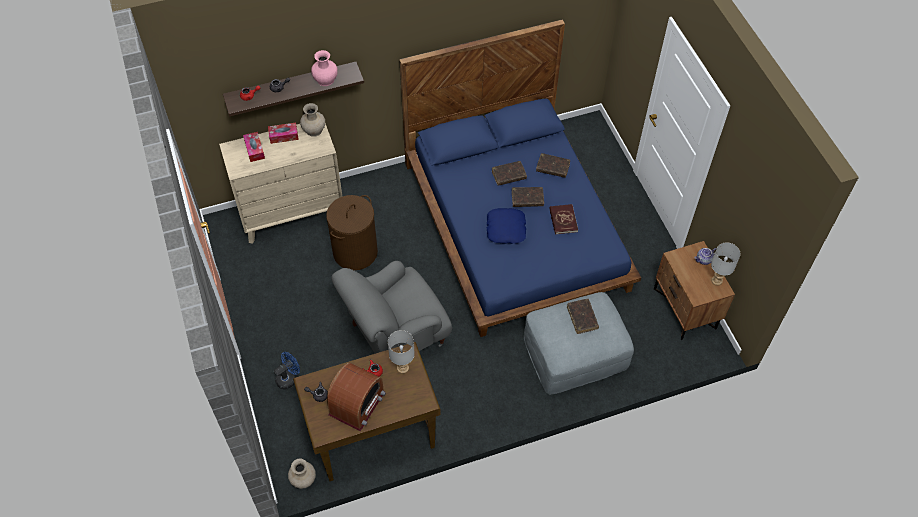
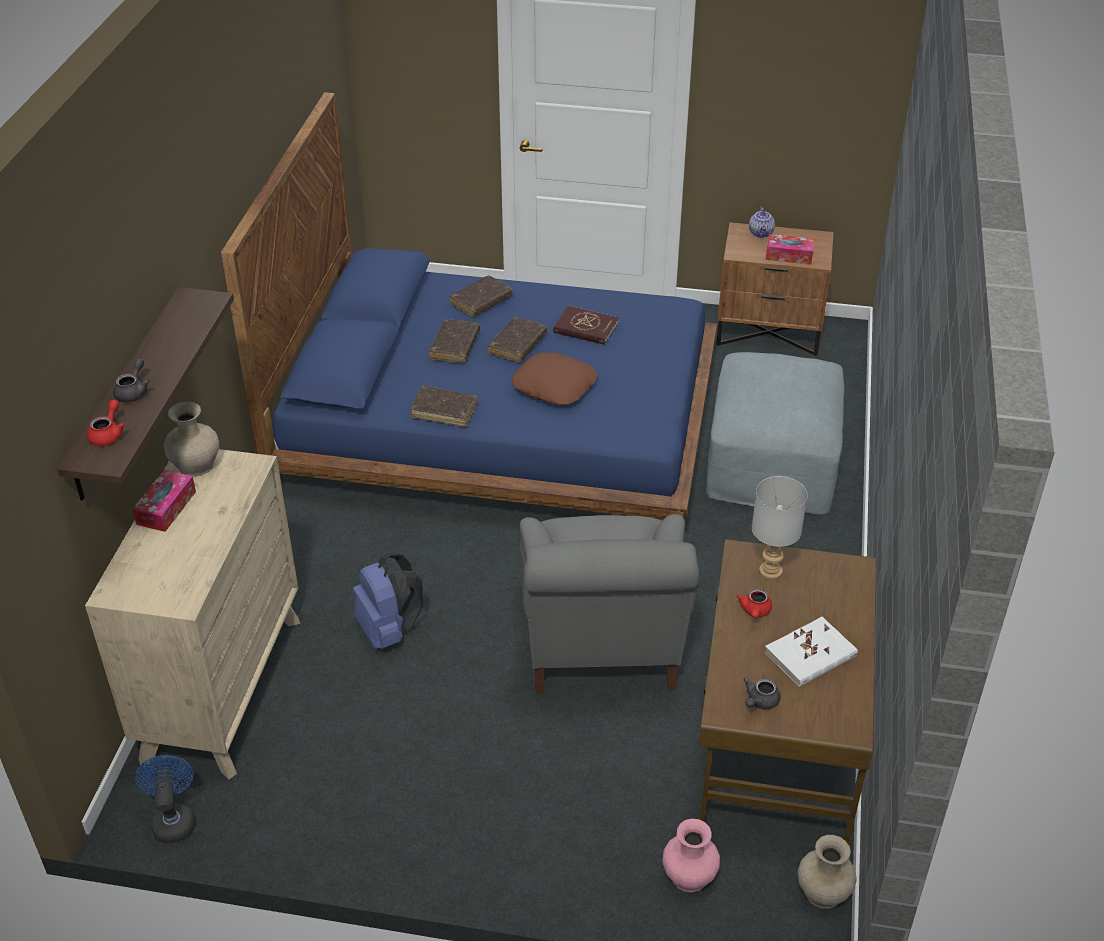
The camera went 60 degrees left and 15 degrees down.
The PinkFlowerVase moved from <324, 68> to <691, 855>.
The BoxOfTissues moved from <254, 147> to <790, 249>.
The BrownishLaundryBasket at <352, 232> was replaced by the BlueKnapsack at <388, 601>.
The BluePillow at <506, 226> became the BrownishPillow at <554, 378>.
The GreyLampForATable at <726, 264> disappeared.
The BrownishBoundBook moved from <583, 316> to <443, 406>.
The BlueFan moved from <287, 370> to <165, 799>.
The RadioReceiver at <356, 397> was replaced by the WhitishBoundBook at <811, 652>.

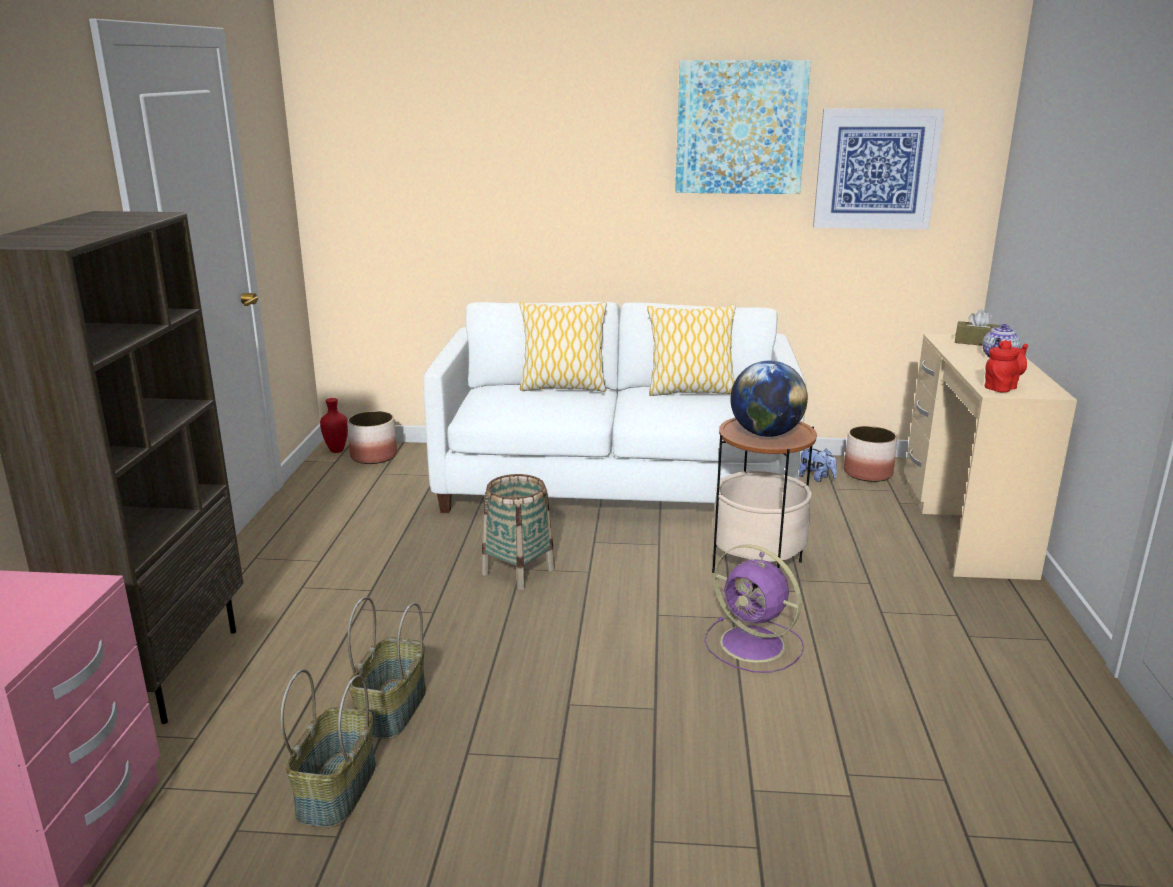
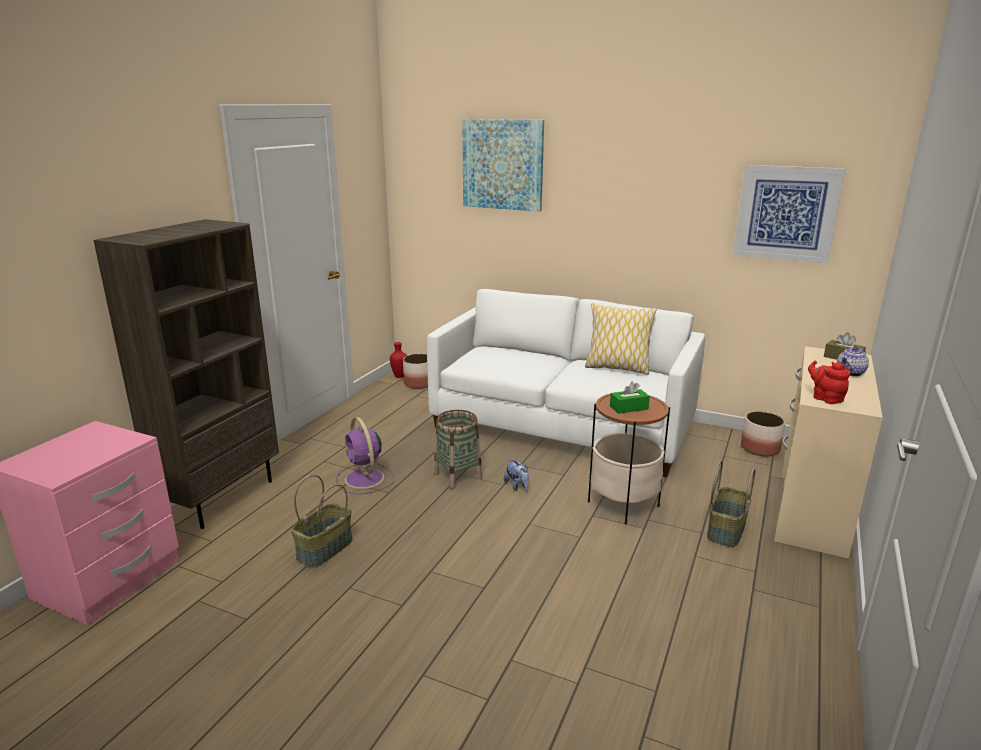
The camera went 20 degrees right and 0 degrees up.
The WallArt moved from <743, 127> to <503, 165>.
The Pillow at <563, 347> disappeared.
The RedTeapot at <1006, 366> turned 105 degrees counterclockwise.
The DeskGlobe at <769, 399> was replaced by the GreenColouredBoxOfTissues at <630, 398>.
The SoftToy moved from <818, 465> to <516, 475>.
The PurpleFan moved from <754, 608> to <365, 455>.
The HouseholdBasket moved from <328, 748> to <731, 503>.

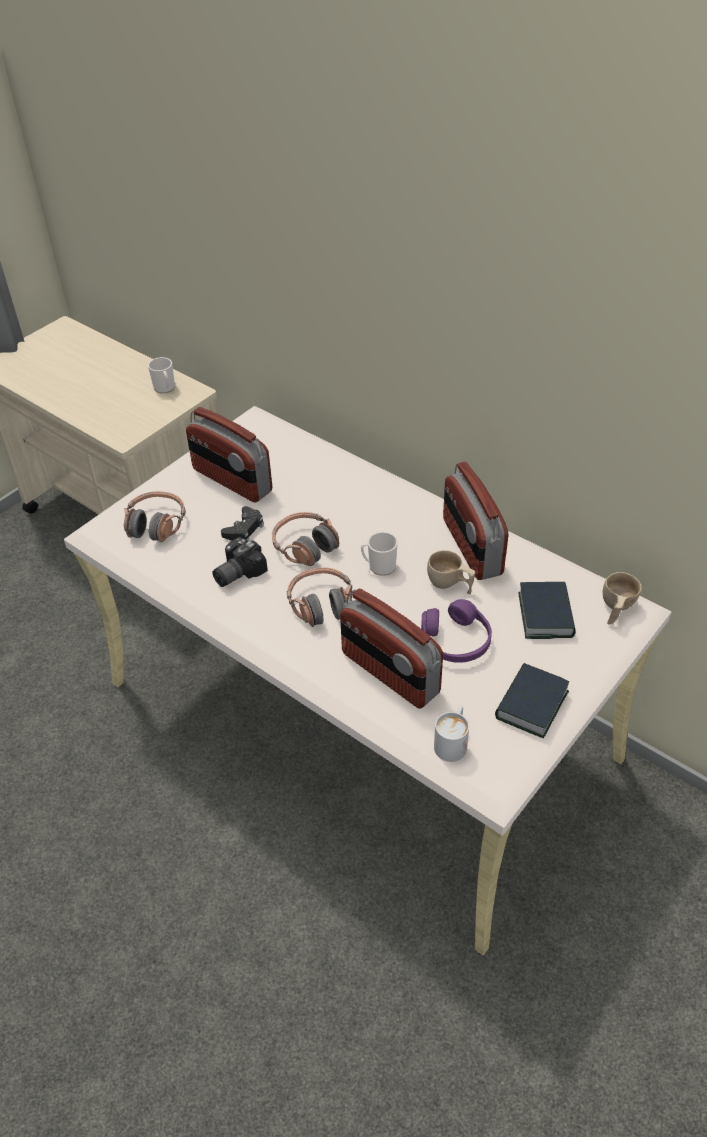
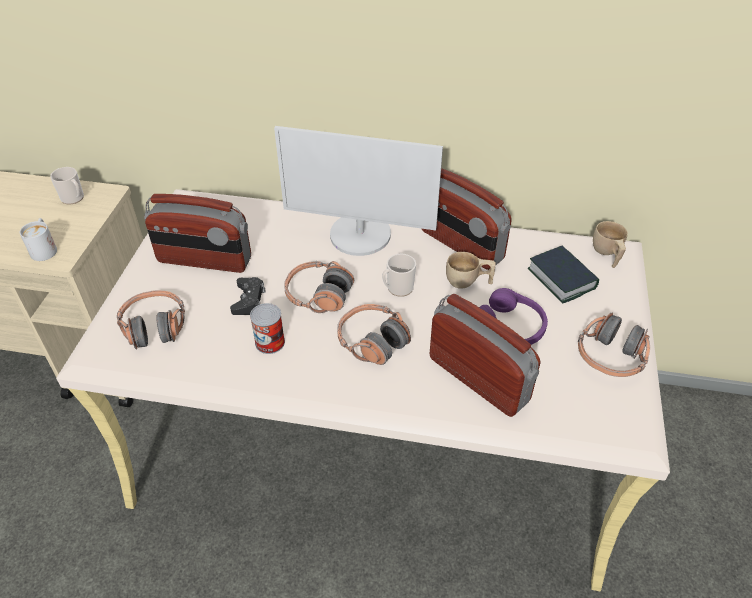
The camera went 30 degrees left and 0 degrees up.
The StillCamera at <240, 562> was replaced by the MetalCan at <267, 328>.
The RadioReceiver at <391, 649> turned 150 degrees counterclockwise.
The BoundBook at <532, 700> was replaced by the PairOfHeadphones at <614, 345>.
The WhitishTeaMug moved from <451, 734> to <38, 239>.
The Monitor at <358, 191> appeared.

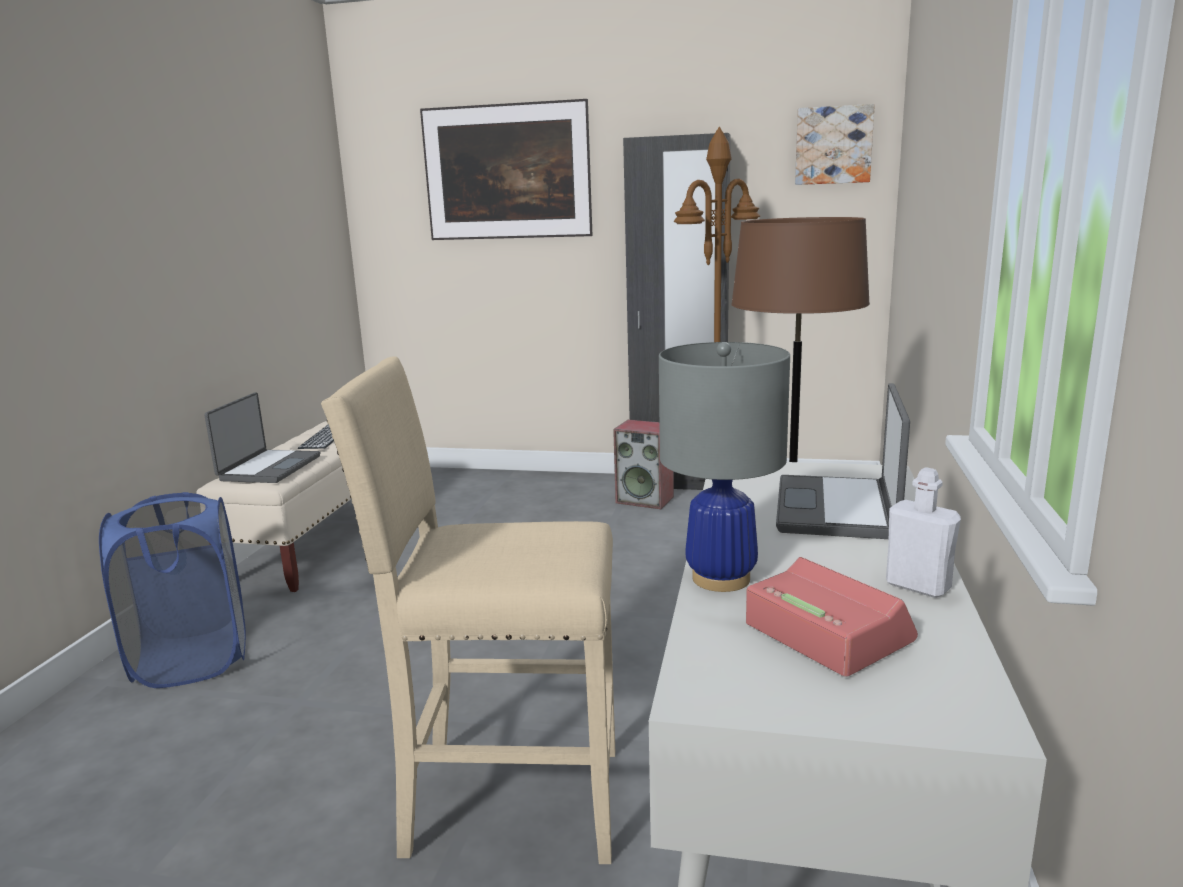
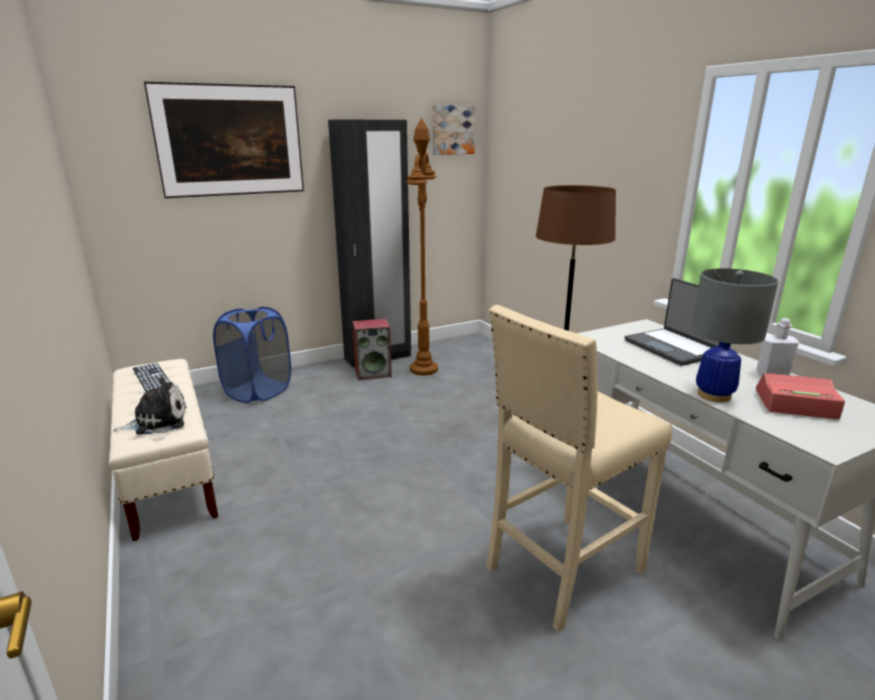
The camera went 40 degrees left and 5 degrees up.
The Laptop at <262, 437> was replaced by the SoftToy at <149, 406>.
The BlueLaundryBasket moved from <172, 590> to <252, 355>.

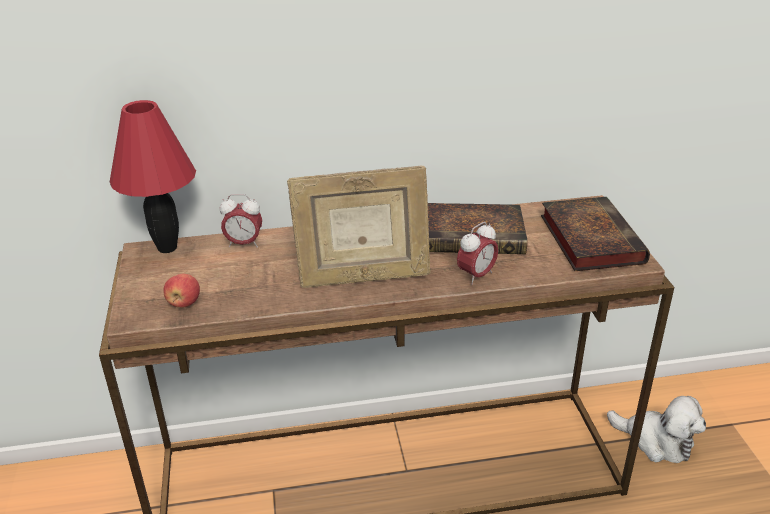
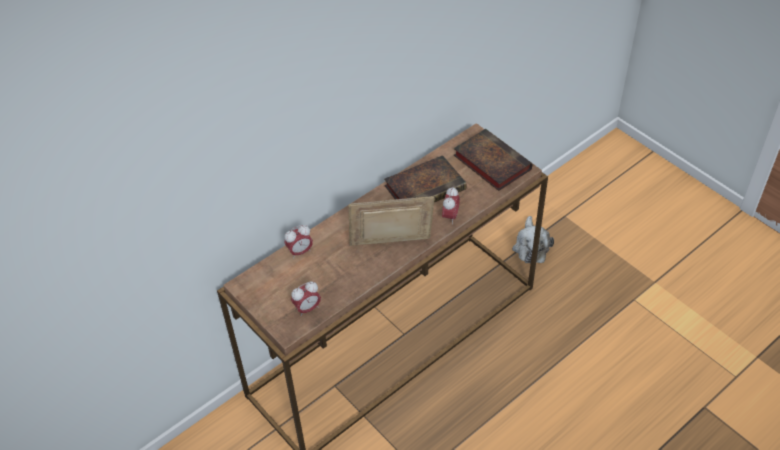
The camera went 30 degrees left and 15 degrees up.
The RedLampForATable at <153, 176> disappeared.
The PictureFrame at <359, 227> turned 150 degrees counterclockwise.
The Apple at <181, 291> was replaced by the TableClock at <306, 298>.
The SoftToy at <656, 429> turned 90 degrees clockwise.

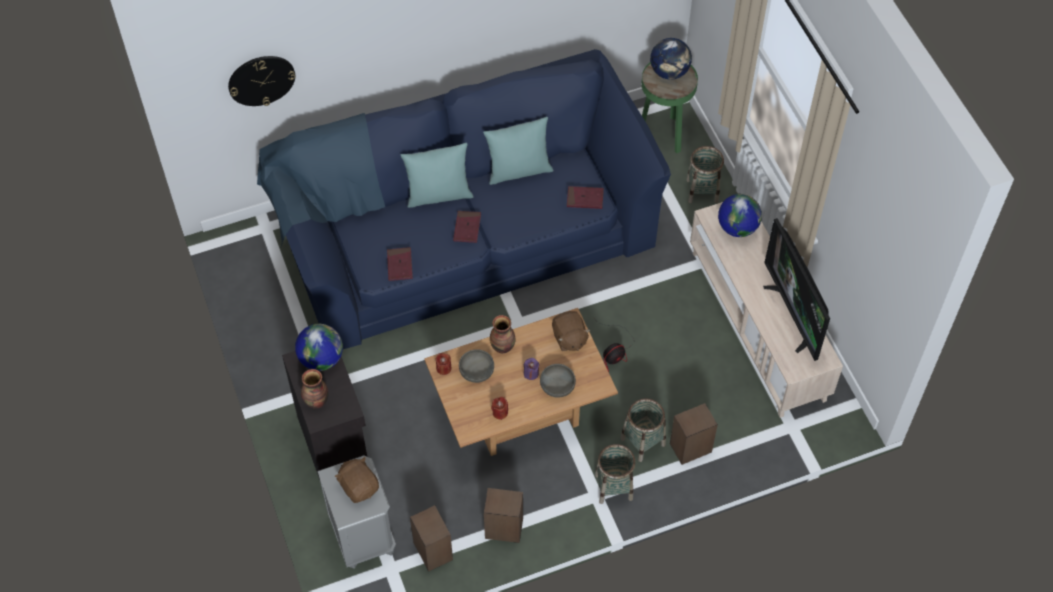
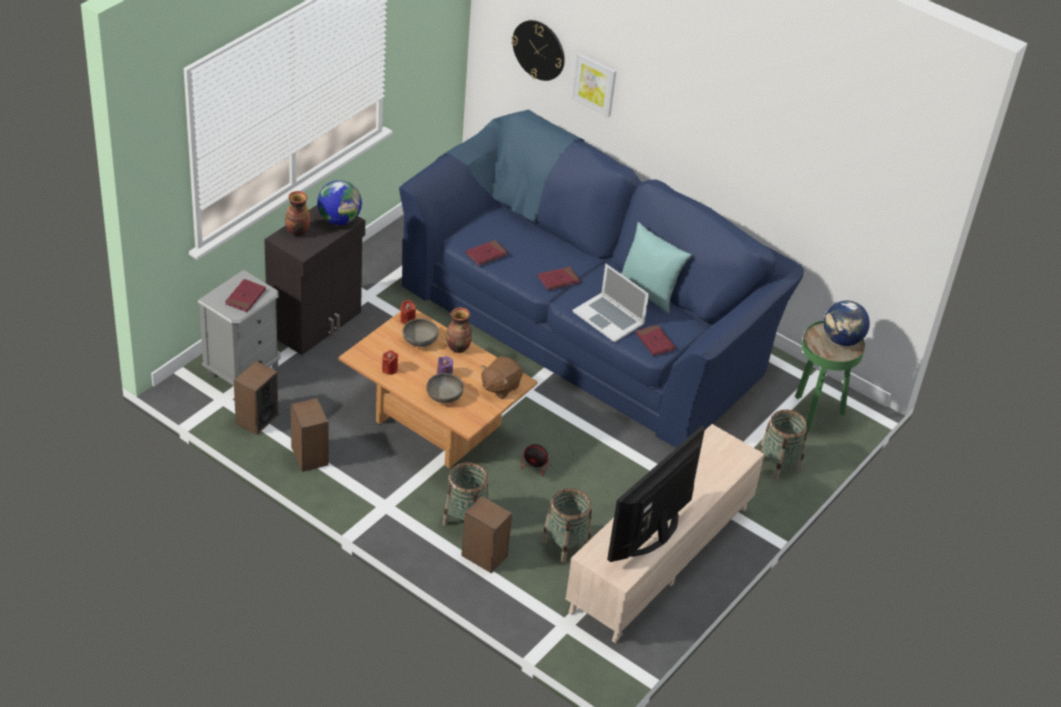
The camera went 55 degrees right and 15 degrees down.
The TurquoisePillow at <437, 175> disappeared.
The DeskGlobe at <740, 215> disappeared.
The HouseholdBasket moved from <615, 474> to <566, 525>.
The BrownishSoftToy at <356, 480> was replaced by the RedBoundBook at <245, 295>.
The WallArt at <593, 84> appeared.
The Laptop at <610, 303> appeared.

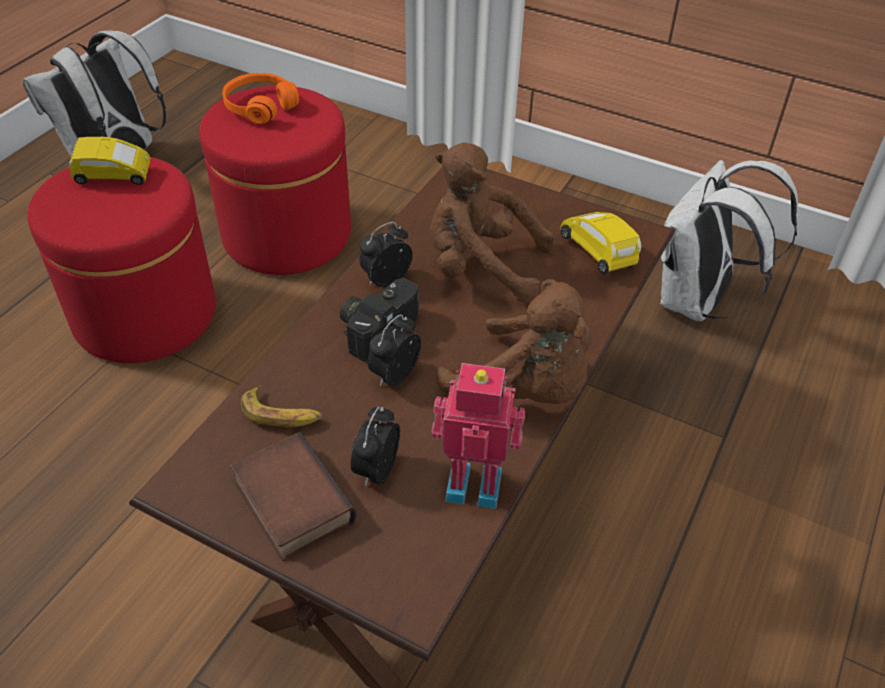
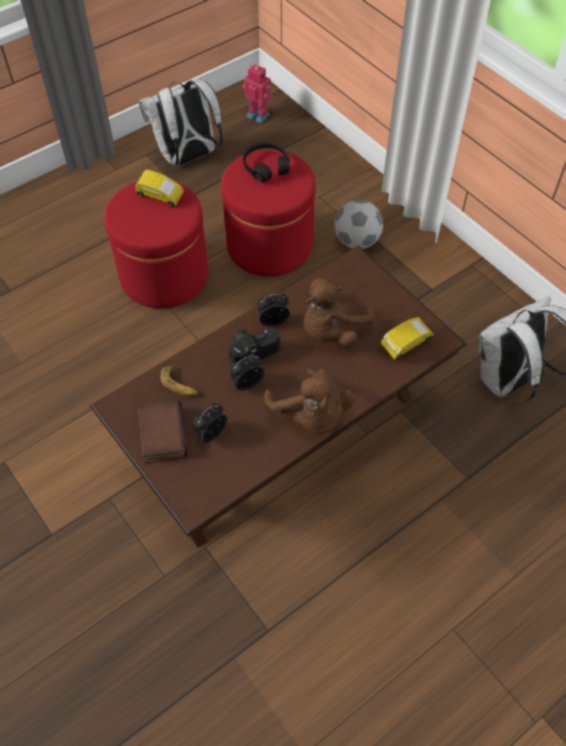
The camera went 25 degrees right and 10 degrees up.
The OrangeColouredPairOfHeadphones at <260, 98> became the BlackishPairOfHeadphones at <266, 162>.
The BrownishSoftToy at <492, 223> turned 90 degrees counterclockwise.
The YellowColouredMiniatureCar at <600, 243> turned 60 degrees clockwise.
The ToyRobot moved from <478, 436> to <258, 93>.
The FootballBall at <358, 224> appeared.

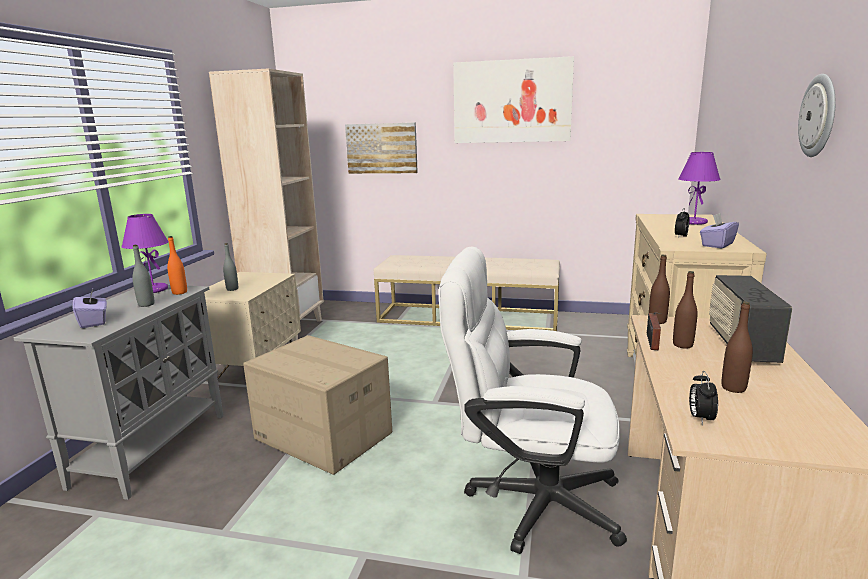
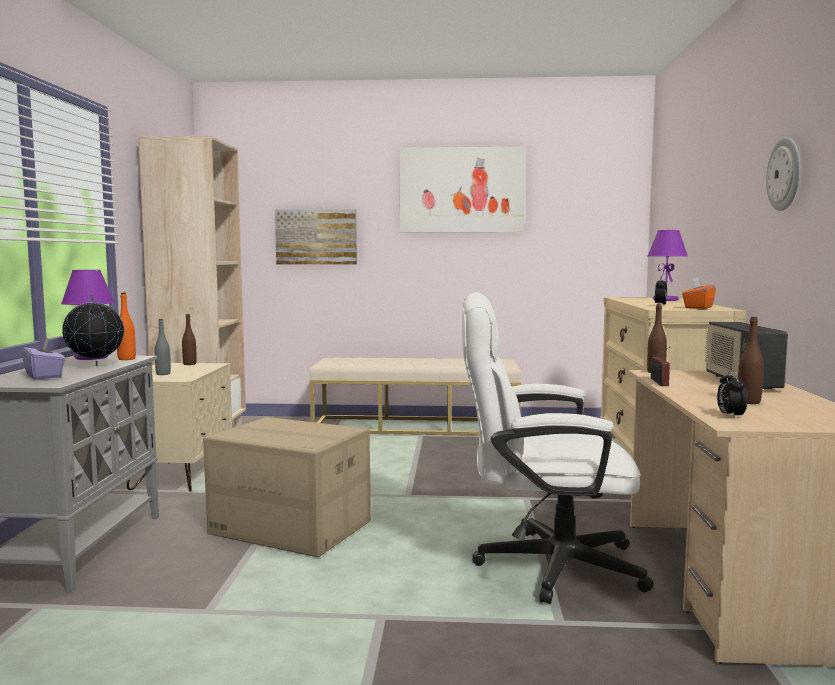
The camera went 10 degrees left and 10 degrees down.
The PurpleBoxOfTissues at <719, 230> became the OrangeColouredBoxOfTissues at <699, 293>.
The GreyDrinkBottle at <143, 276> was replaced by the DeskGlobe at <93, 330>.
The BrownishDrinkBottle moved from <685, 309> to <189, 339>.

